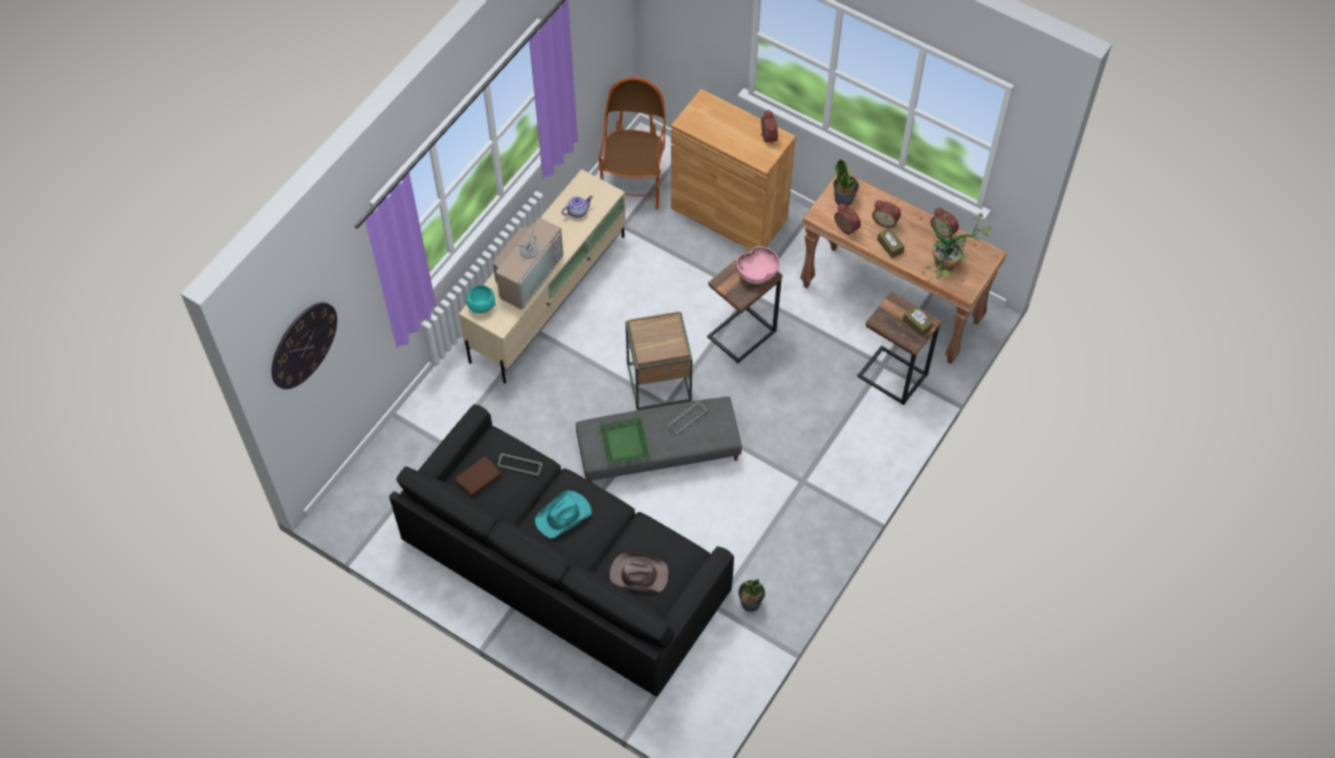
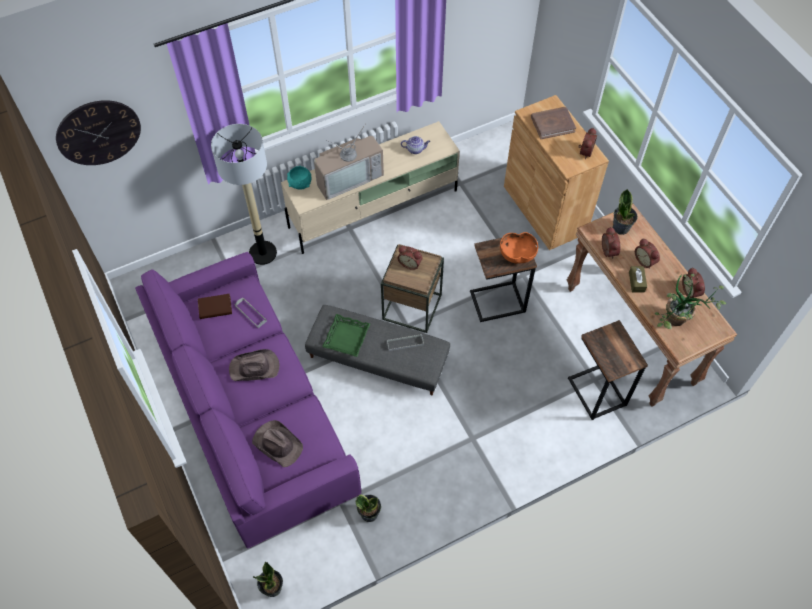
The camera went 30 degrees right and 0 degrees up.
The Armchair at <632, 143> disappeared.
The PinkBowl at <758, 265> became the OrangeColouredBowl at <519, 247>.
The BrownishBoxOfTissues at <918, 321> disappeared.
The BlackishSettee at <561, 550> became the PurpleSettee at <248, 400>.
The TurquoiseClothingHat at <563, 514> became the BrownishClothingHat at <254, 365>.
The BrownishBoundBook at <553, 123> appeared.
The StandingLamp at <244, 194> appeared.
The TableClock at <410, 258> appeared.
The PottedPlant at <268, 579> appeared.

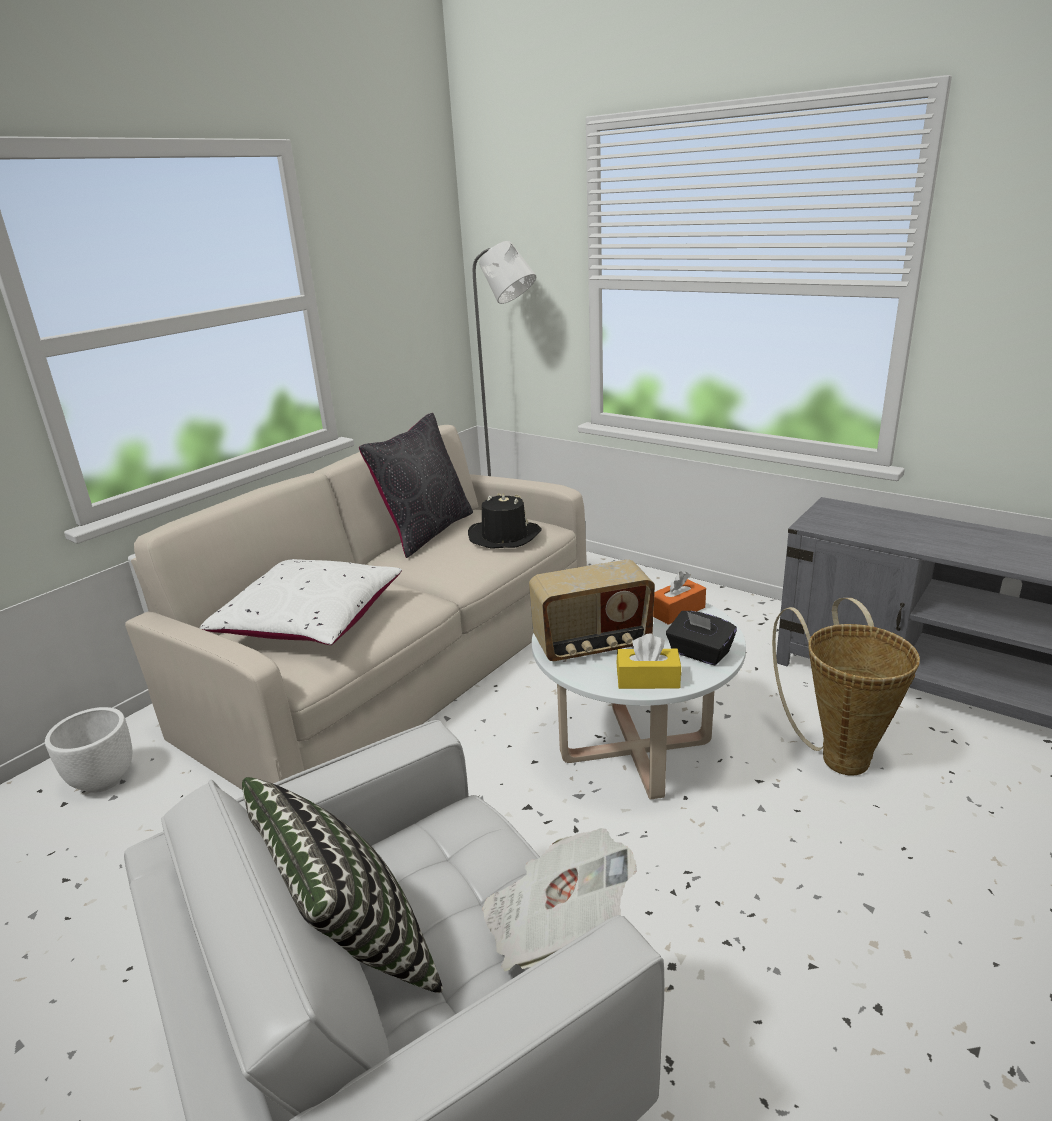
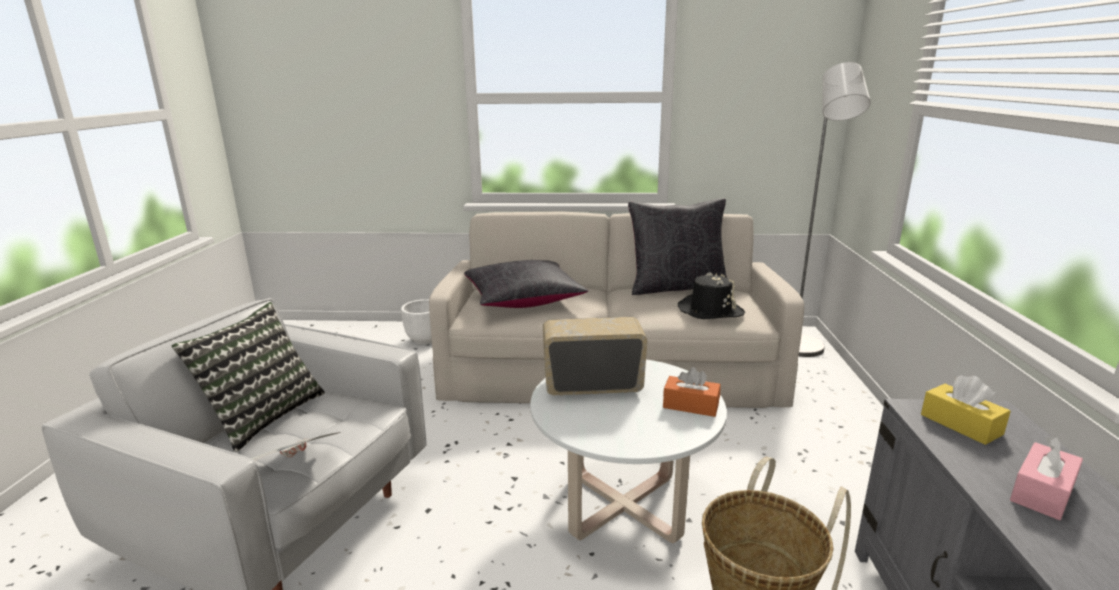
The camera went 55 degrees right and 5 degrees down.
The WhitishPillow at <301, 602> became the BlackishPillow at <526, 284>.
The RadioReceiver at <592, 610> turned 135 degrees clockwise.
The BlackishBoxOfTissues at <701, 638> disappeared.
The YellowColouredBoxOfTissues moved from <649, 661> to <966, 410>.
The PinkBoxOfTissues at <1046, 477> appeared.

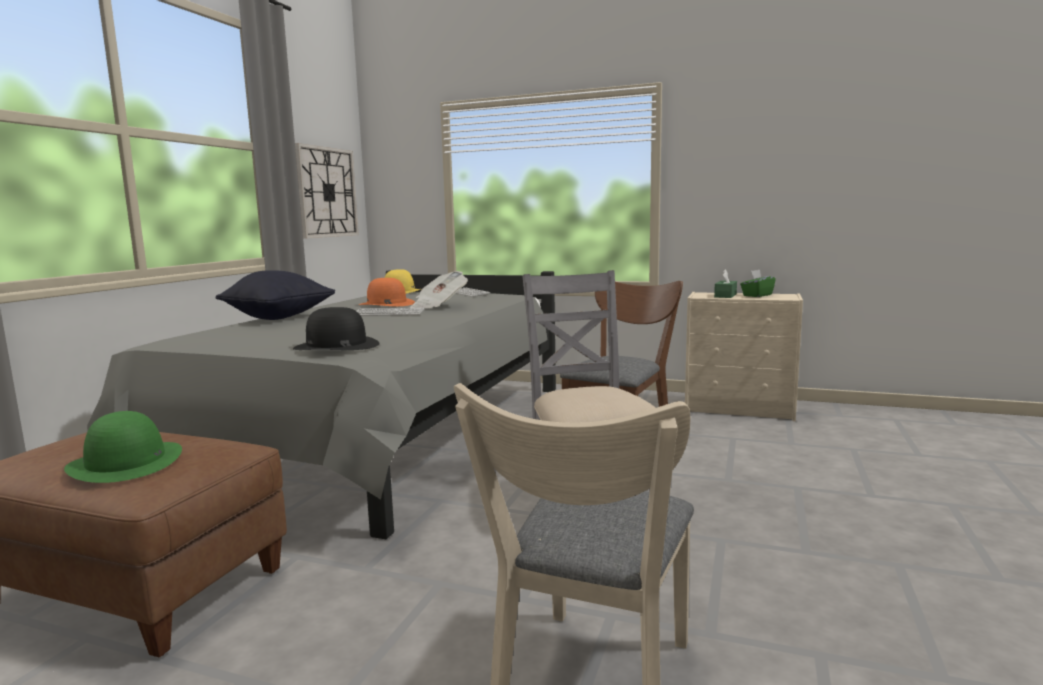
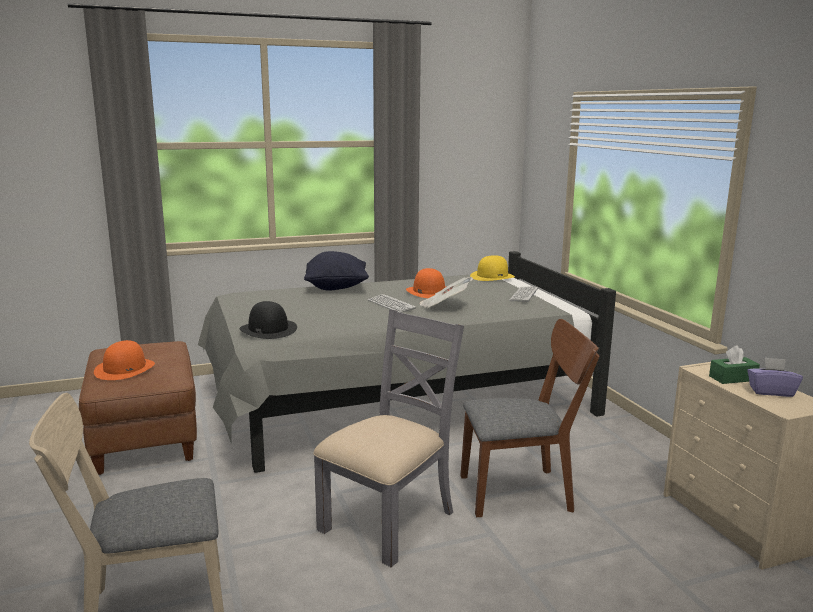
The camera went 50 degrees right and 5 degrees up.
The WallClock at <327, 190> disappeared.
The GreenColouredBoxOfTissues at <758, 283> became the PurpleBoxOfTissues at <775, 377>.
The GreenColouredClothingHat at <123, 447> became the OrangeColouredClothingHat at <124, 360>.

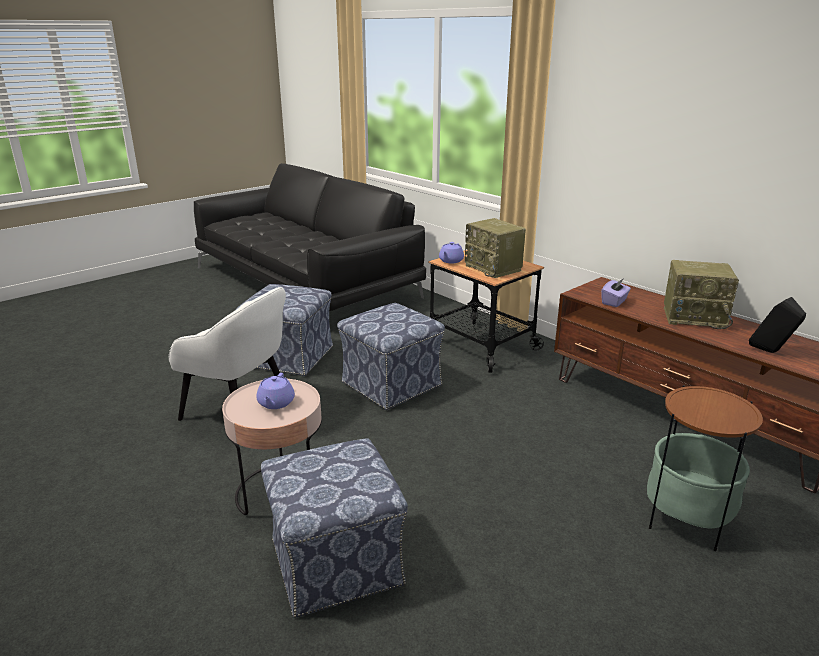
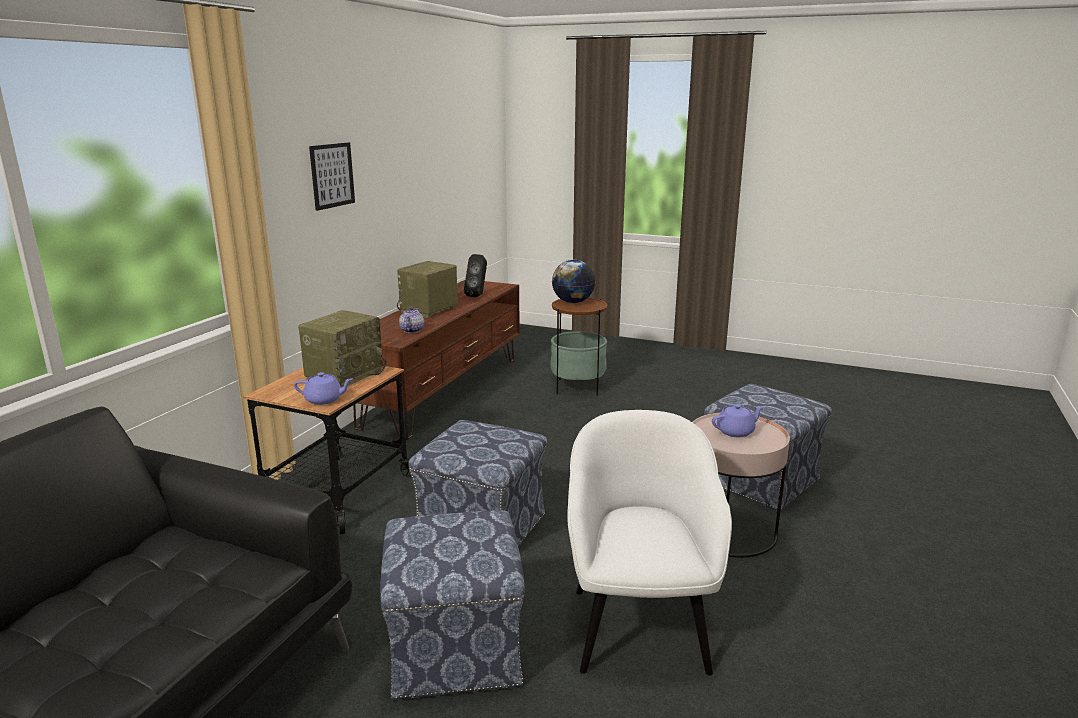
The camera went 115 degrees left and 5 degrees down.
The RadioReceiver at <701, 294> turned 135 degrees counterclockwise.
The PurpleBoxOfTissues at <616, 292> was replaced by the Teapot at <411, 320>.
The WallArt at <332, 176> appeared.
The DeskGlobe at <573, 281> appeared.

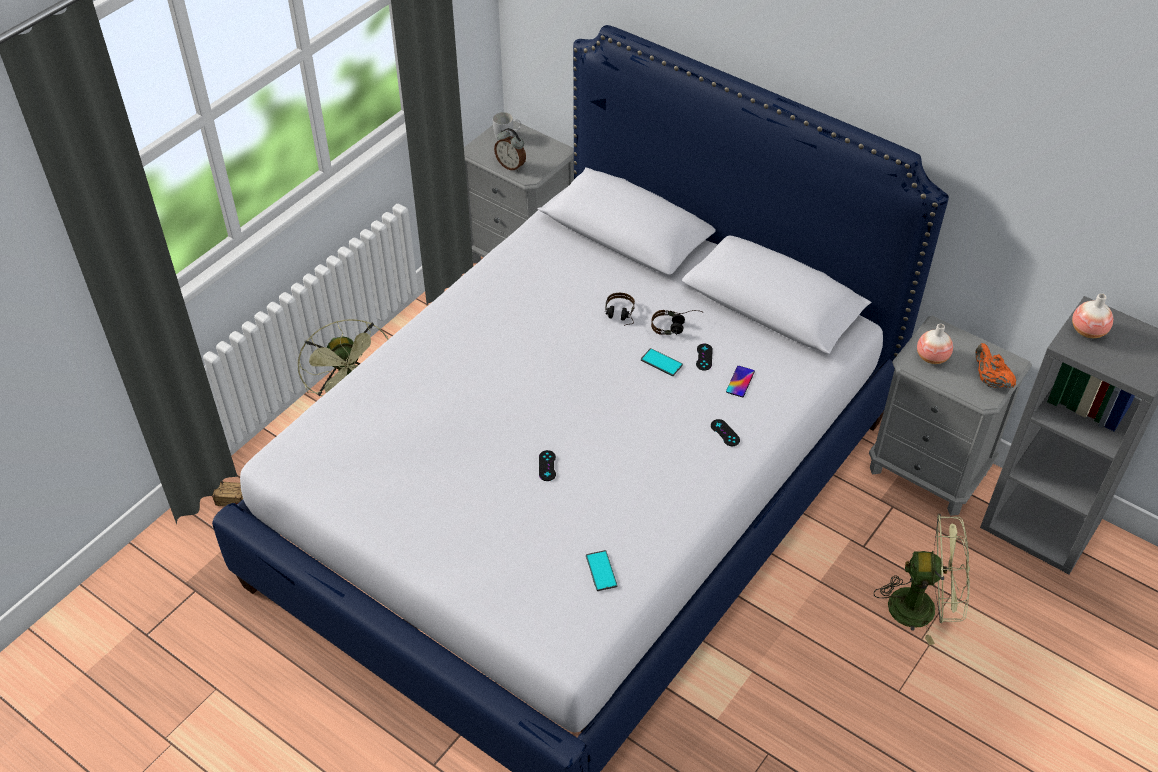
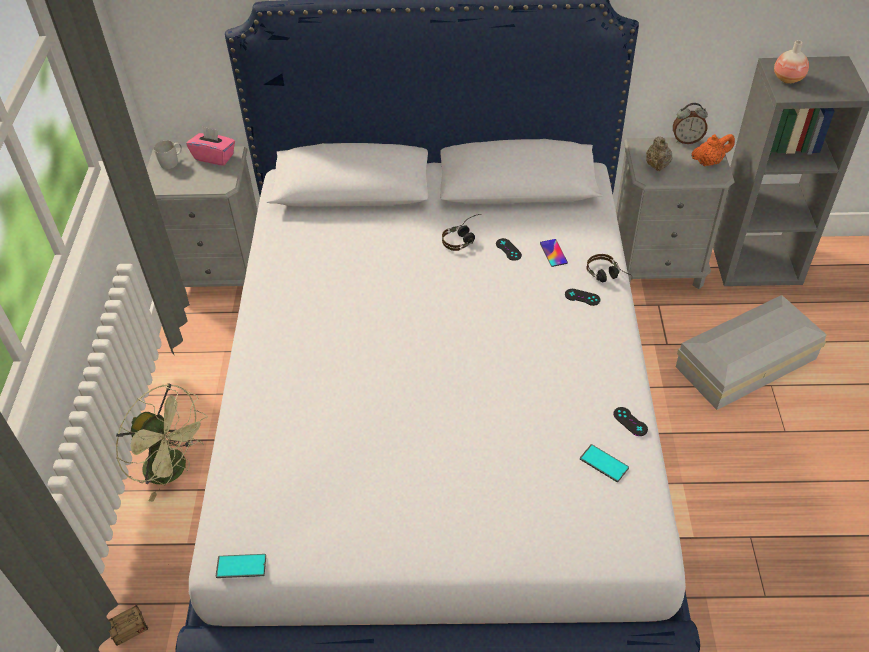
The camera went 35 degrees left and 0 degrees up.
The TableClock moved from <510, 149> to <690, 123>.
The PairOfHeadphones moved from <620, 309> to <609, 268>.
The FlowerVase at <935, 344> was replaced by the SandColouredTeapot at <659, 154>.
The OrangeColouredTeapot at <995, 366> turned 135 degrees clockwise.
The Handset moved from <662, 362> to <241, 566>.
The BlackishGamepad moved from <547, 465> to <630, 421>.
The GreenColouredFan at <922, 579> was replaced by the WhitishStorageBin at <751, 352>.
The PinkBoxOfTissues at <210, 146> appeared.

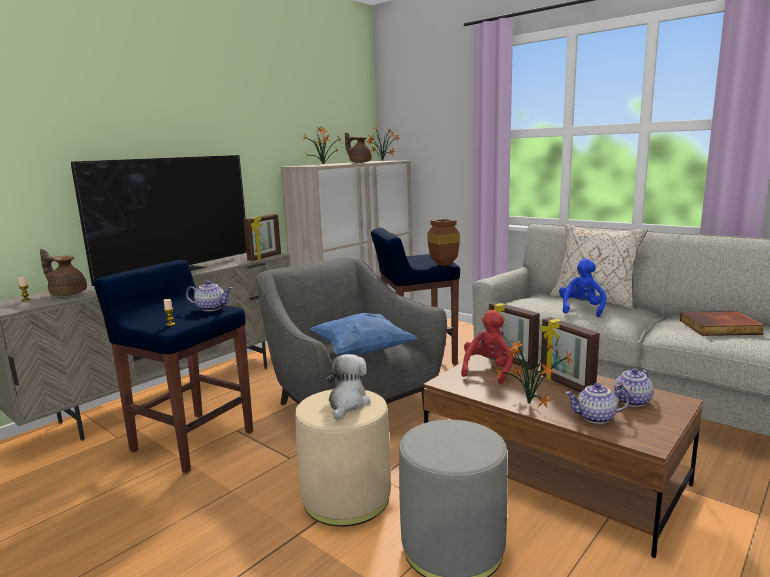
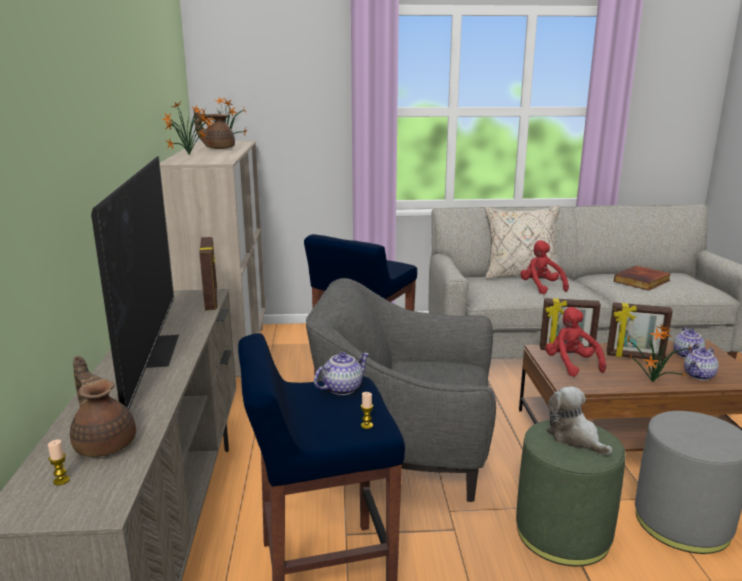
The camera went 45 degrees left and 5 degrees up.
The BrownishFlowerVase at <443, 242> disappeared.
The BrownishTeapot at <63, 272> turned 75 degrees clockwise.
The BlueSoftToy at <582, 287> became the RedSoftToy at <544, 267>.
The BluePillow at <363, 334> disappeared.
The SandColouredFootrest at <343, 458> became the GreenColouredFootrest at <571, 493>.

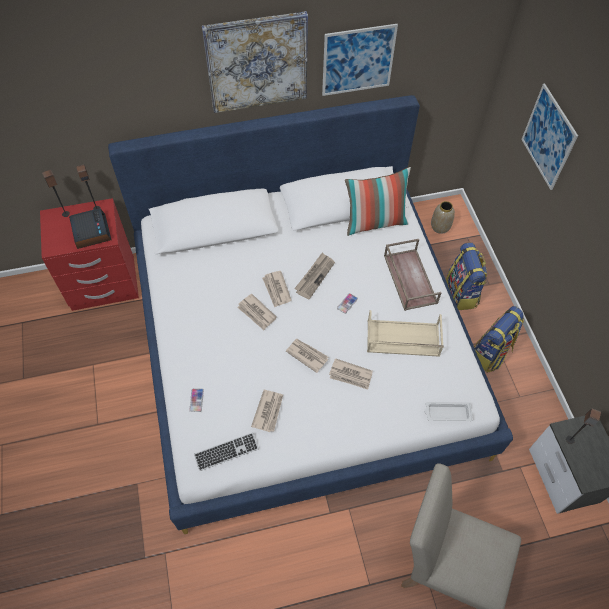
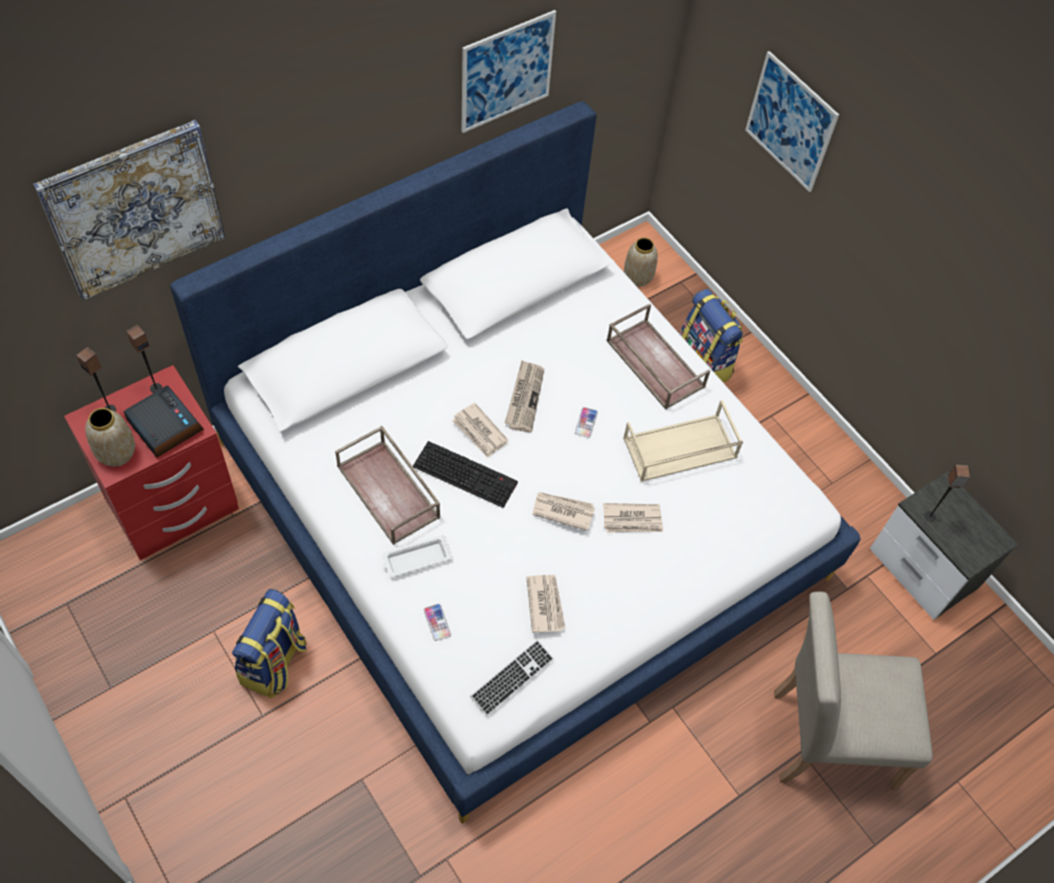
The camera went 25 degrees left and 0 degrees up.
The WallArt moved from <255, 62> to <129, 210>.
The Pillow at <378, 201> disappeared.
The Newspaper at <257, 312> was replaced by the ComputerKeyboard at <465, 474>.
The Knapsack moved from <499, 339> to <269, 643>.
The WhitishTray moved from <448, 411> to <417, 556>.
The FlowerVase at <110, 437> appeared.
The BrownishTray at <387, 485> appeared.

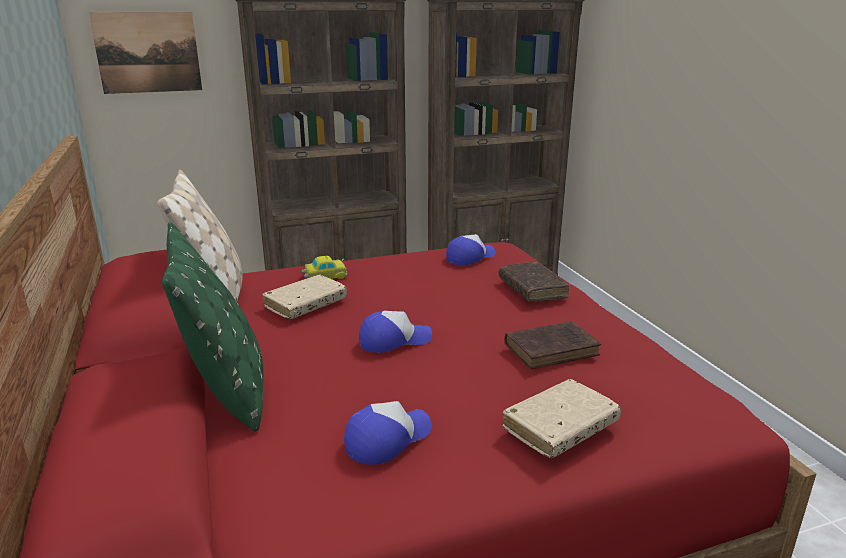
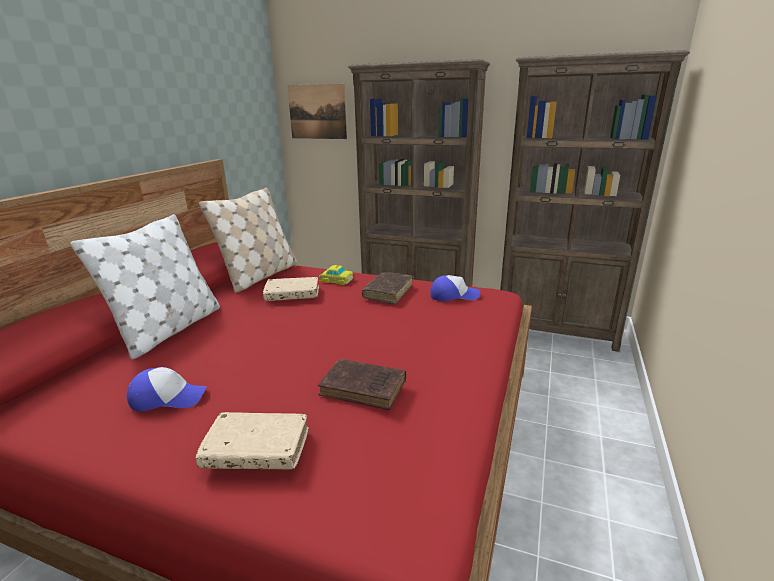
The camera went 40 degrees right and 0 degrees up.
The GreenColouredPillow at <213, 327> became the WhitishPillow at <145, 286>.
The BrownishBoundBook moved from <534, 282> to <387, 288>.
The BaseballCap at <395, 332> disappeared.

